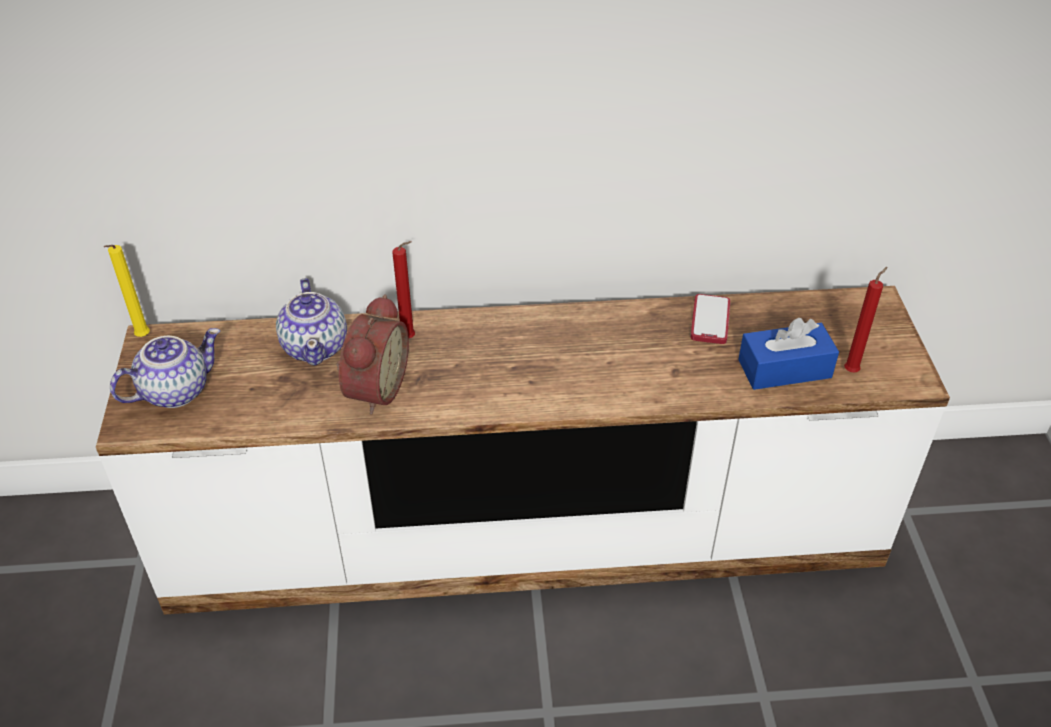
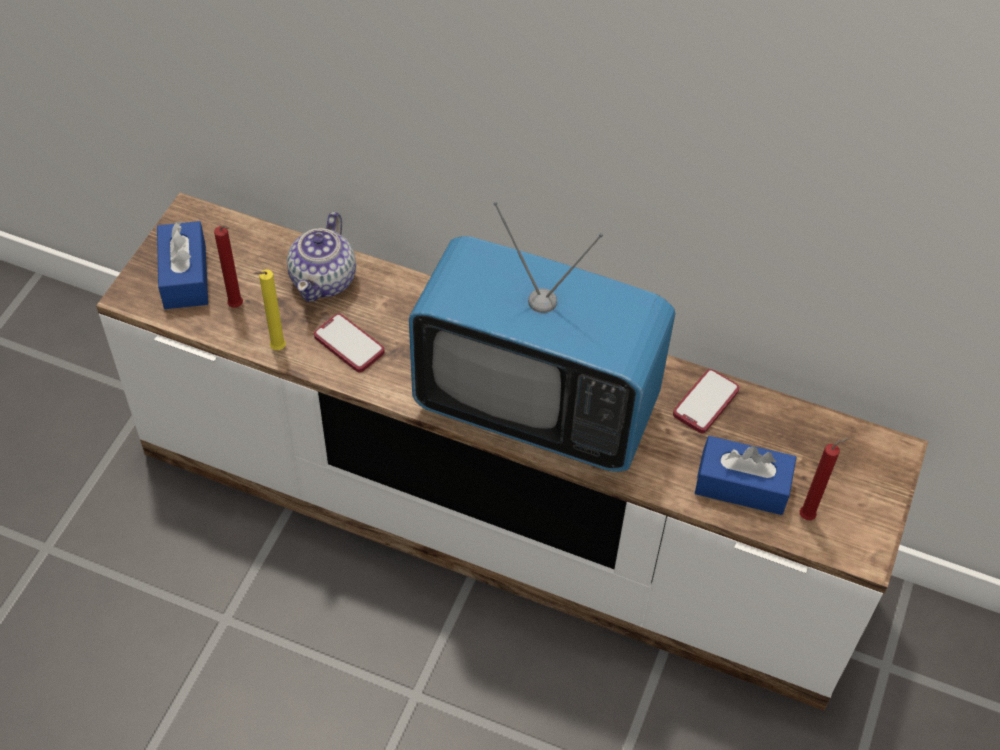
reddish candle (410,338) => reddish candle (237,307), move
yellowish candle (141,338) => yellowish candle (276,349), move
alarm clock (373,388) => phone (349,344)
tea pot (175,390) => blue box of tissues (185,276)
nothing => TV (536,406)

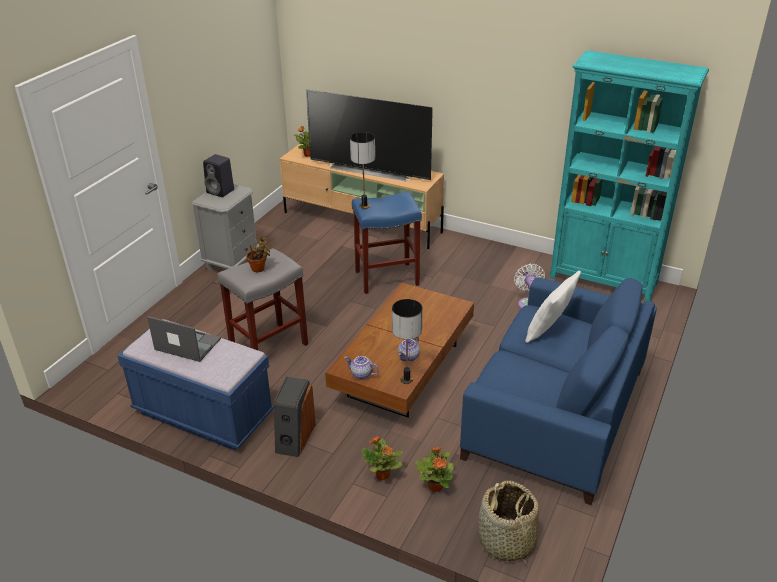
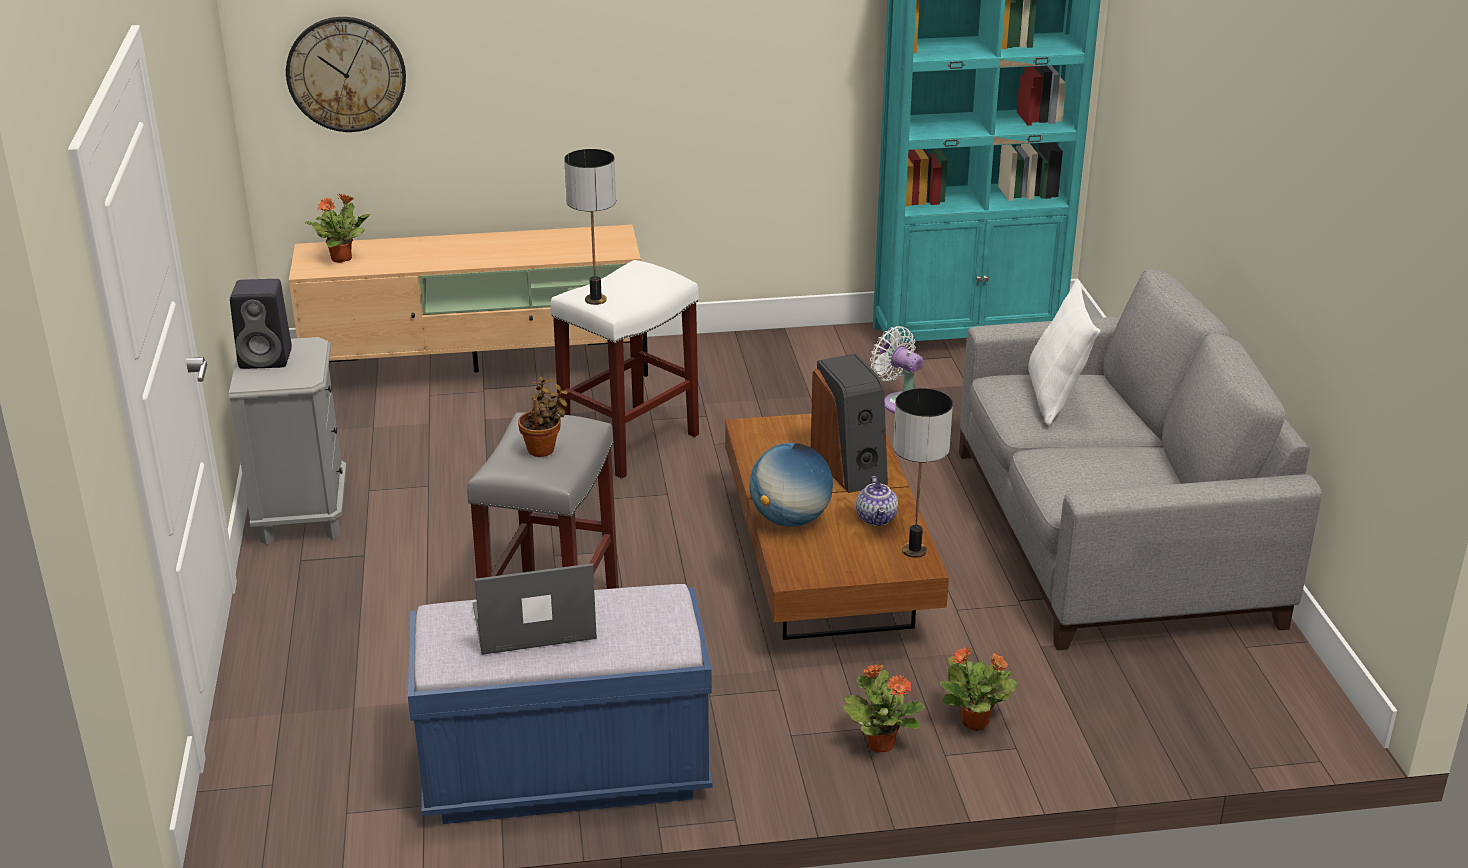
TV (371,169) => nothing
blue stool seat (387,277) => whitish stool seat (630,441)
blue sofa (554,413) => gray sofa (1109,535)
tea pot (361,374) => nothing
loudspeaker (294,437) => loudspeaker (850,467), move
potted plant (435,486) => potted plant (880,743), move
household basket (506,542) => nothing
nothing => clock on the wall (346,74)
nothing => world globe (790,520)

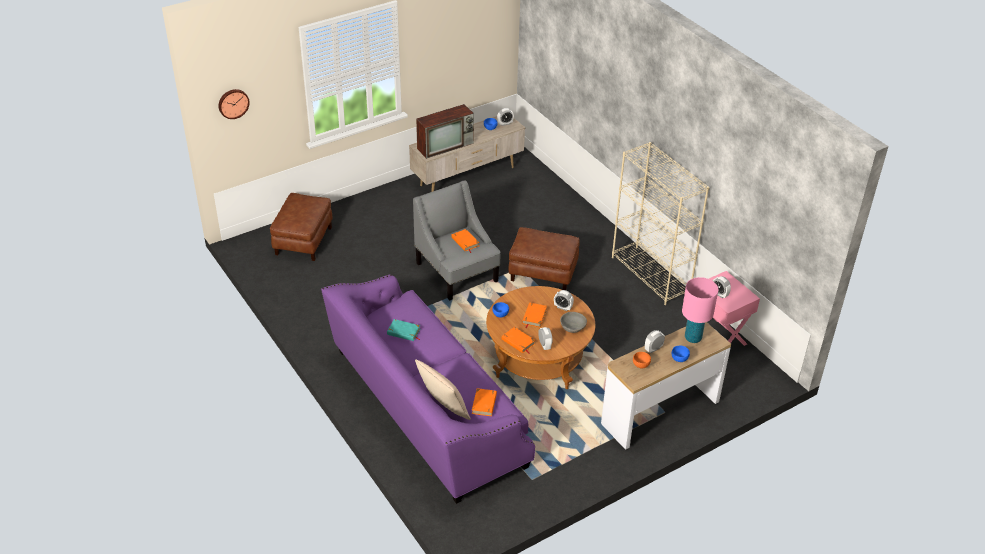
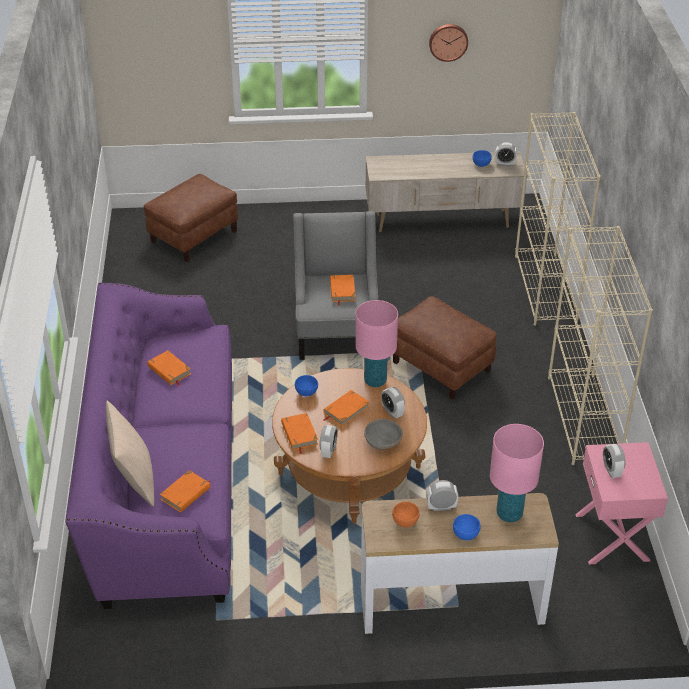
clock on the wall (233,103) => clock on the wall (448,41), move
TV (446,145) => nothing
blue-green bound book (403,332) => orange-coloured bound book (169,370)
nothing => beige bookshelf (545,289)
nothing => pink lamp for a table (375,381)

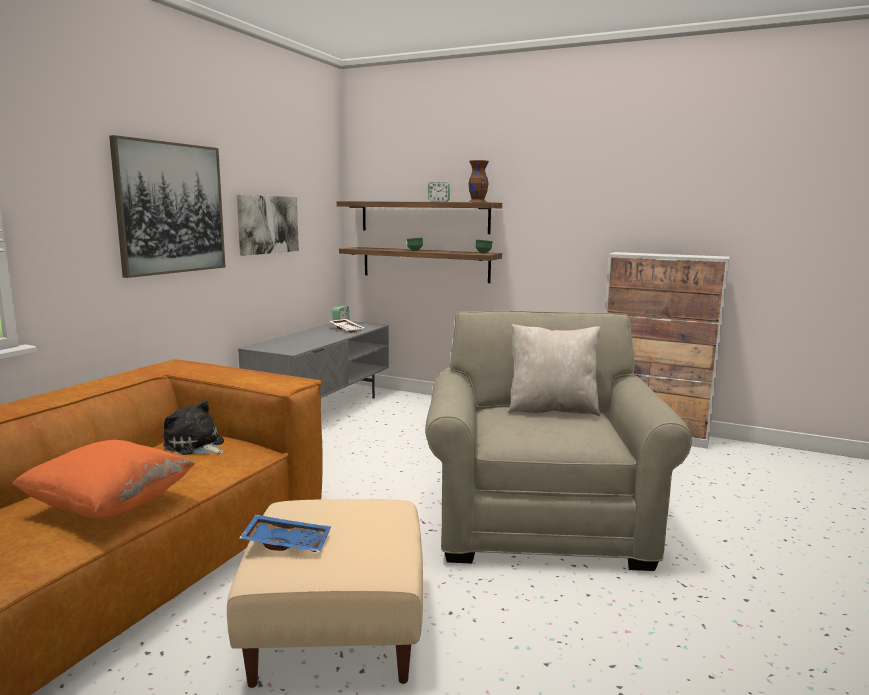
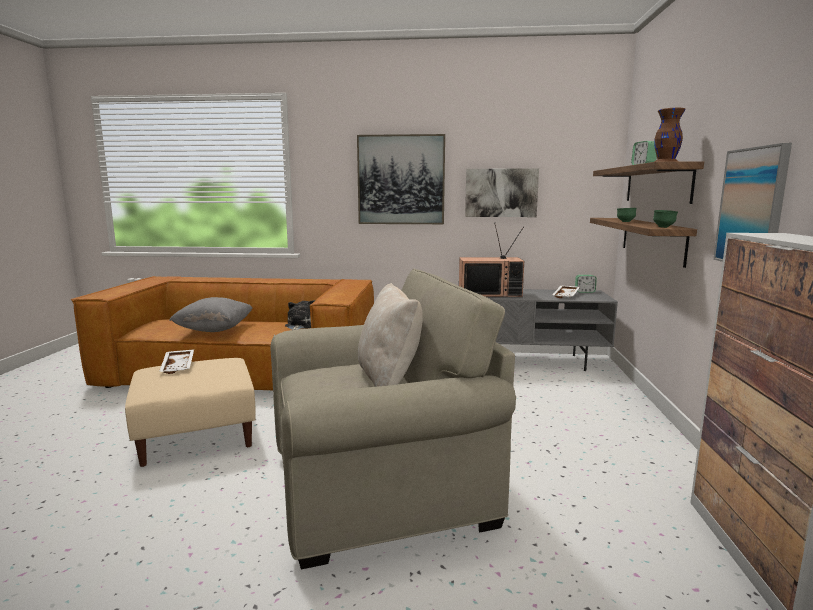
orange-coloured cushion (110,506) => gray cushion (214,330)
blue serving tray (287,542) => whitish serving tray (179,366)
nothing => picture (752,207)
nothing => TV (490,294)

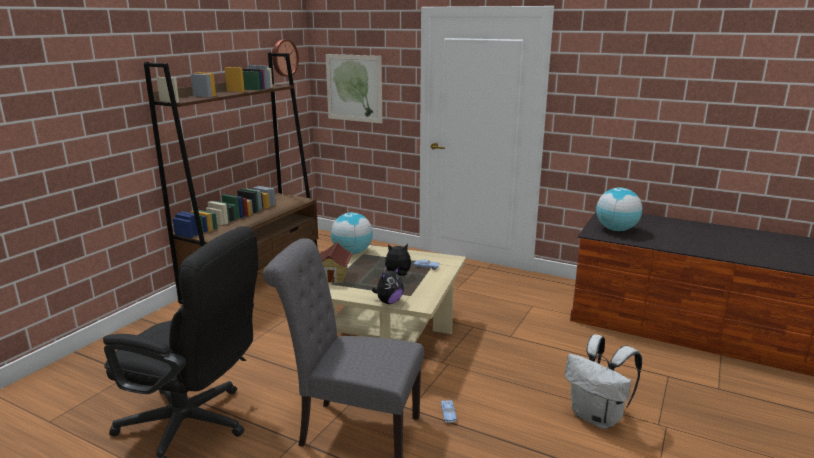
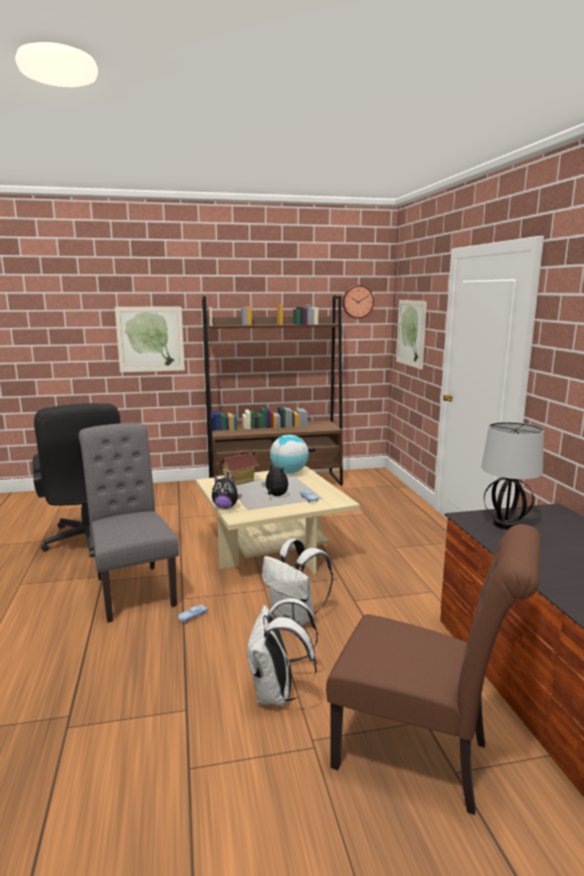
world globe (616,230) => lamp for a table (504,524)
nothing => picture (150,339)
nothing => brown upright chair (421,757)
nothing => whitish knapsack (295,618)

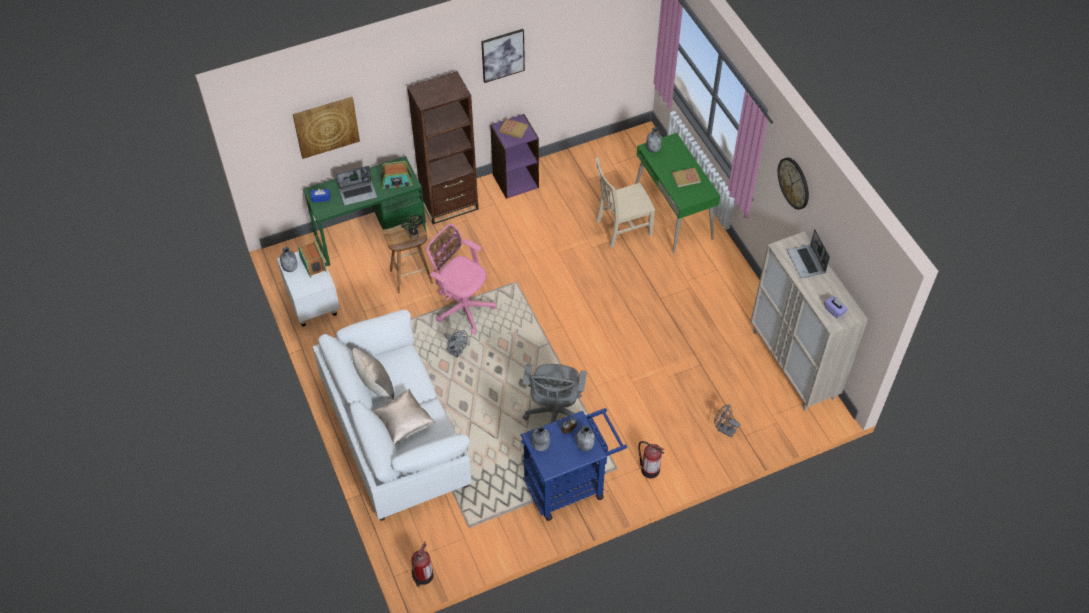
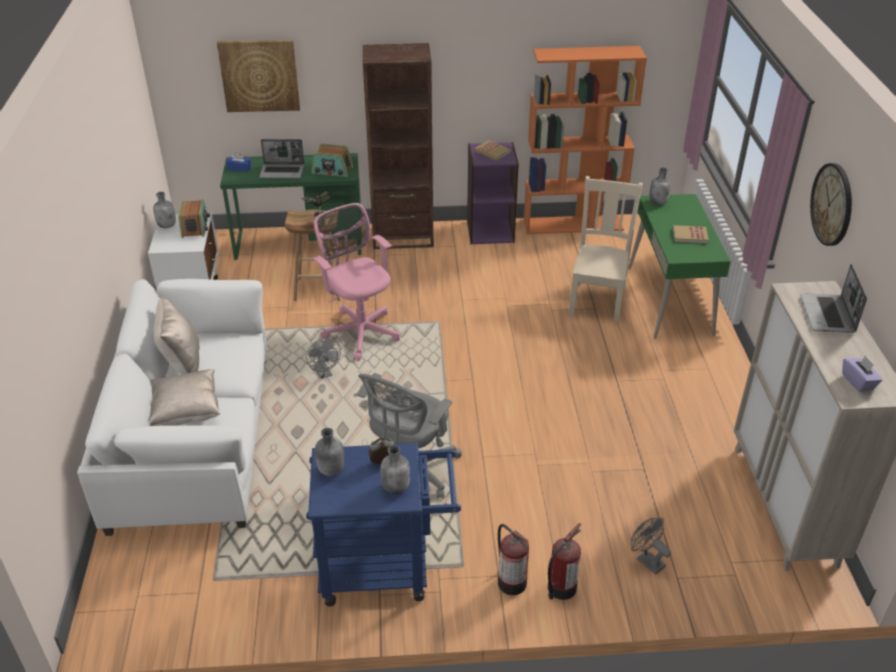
picture (502,55) => nothing
beige upright chair (622,228) => beige upright chair (598,299), 105 degrees clockwise
extinguisher (423,577) => extinguisher (560,588), move
nothing => orange-coloured bookshelf (573,224)

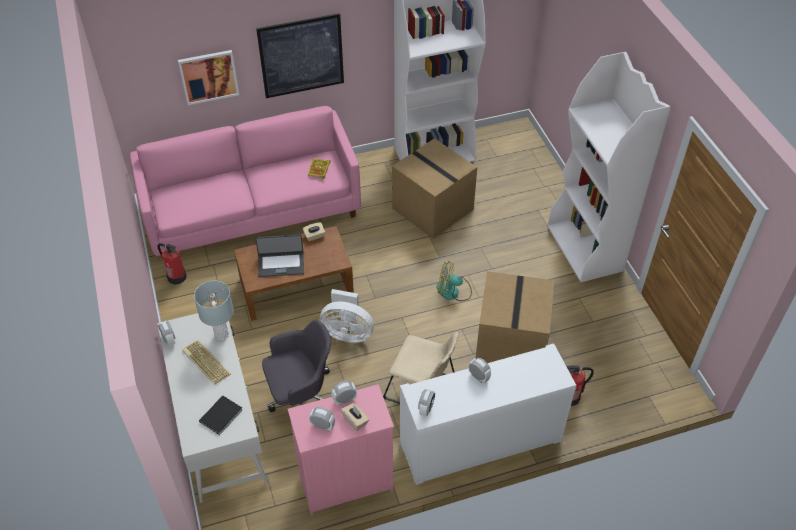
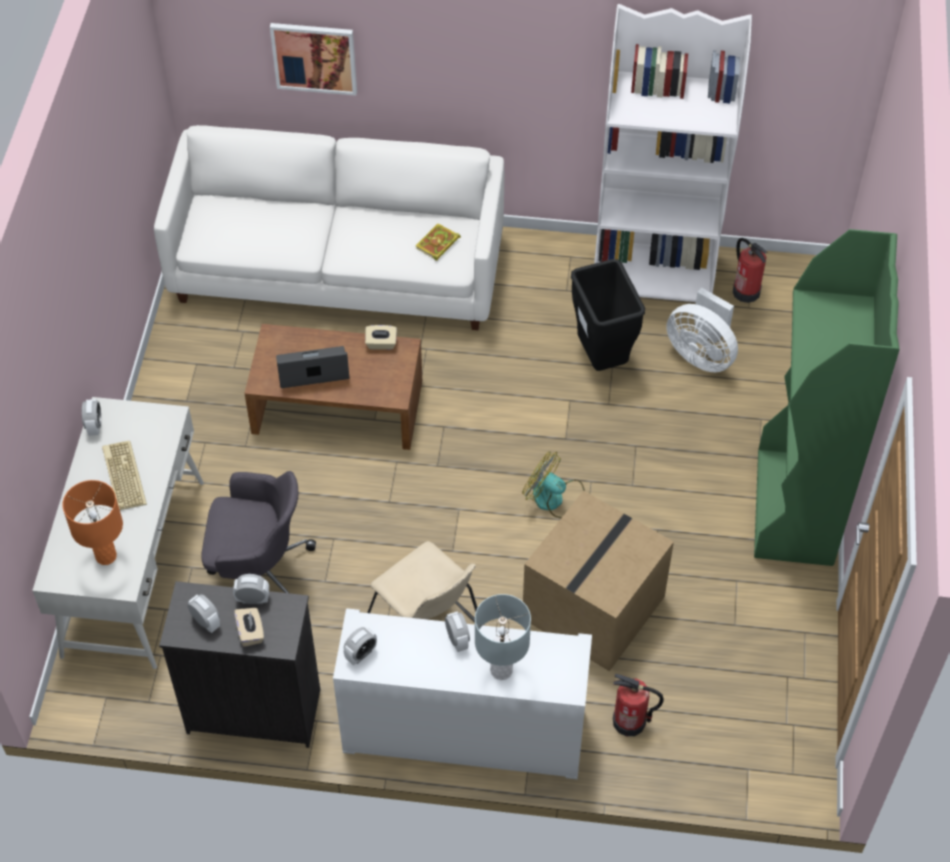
picture (301,56) => nothing
whitish bookshelf (585,249) => green bookshelf (795,508)
pink sofa (252,210) => whitish sofa (338,268)
carton (434,209) => black waste bin (602,359)
laptop (281,264) => laptop (312,369), 150 degrees clockwise
extinguisher (176,276) => extinguisher (746,291), move
gray lamp for a table (222,335) => gray lamp for a table (501,670), move
whitish fan (347,332) => whitish fan (701,354), move
pink chest of drawers (345,483) => black chest of drawers (252,710)
black bound book (222,415) => orange-coloured lamp for a table (106,556)

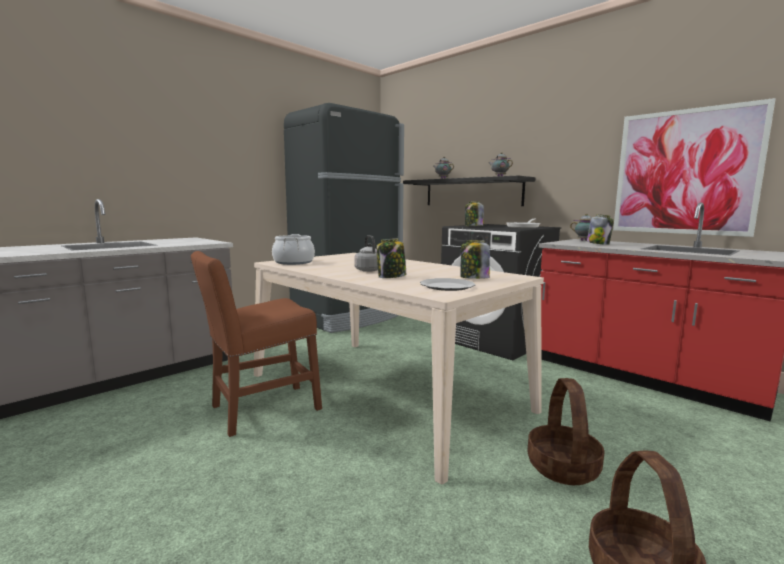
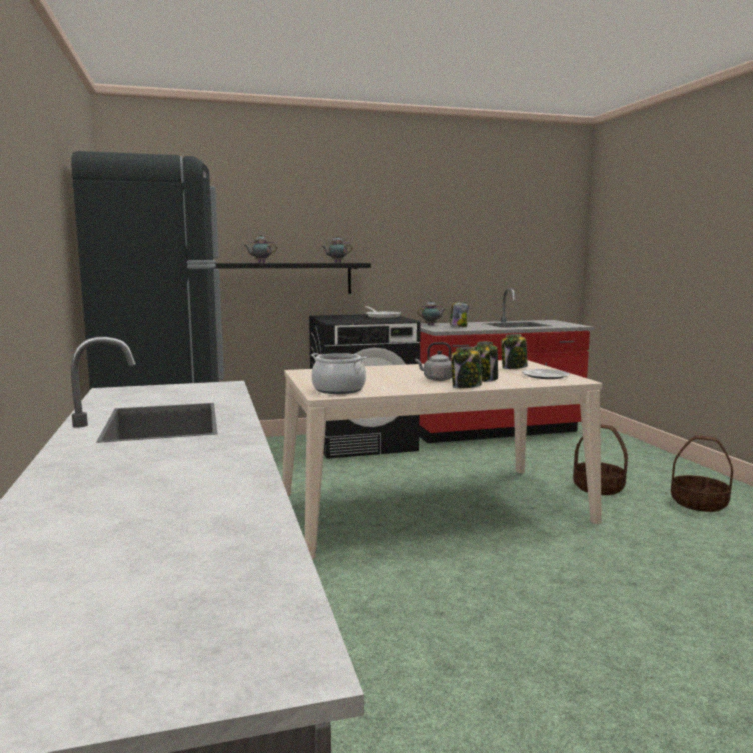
picture (684,172) => nothing
jar (473,226) => jar (466,387), move
brown upright chair (260,410) => nothing

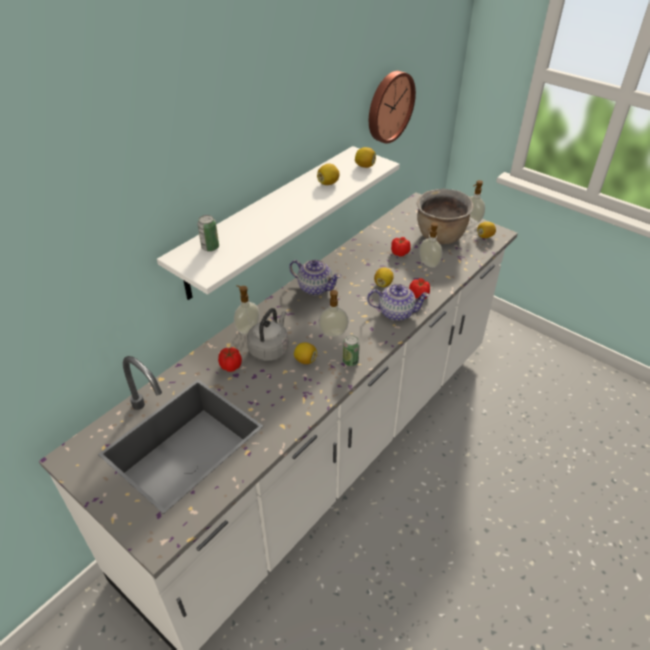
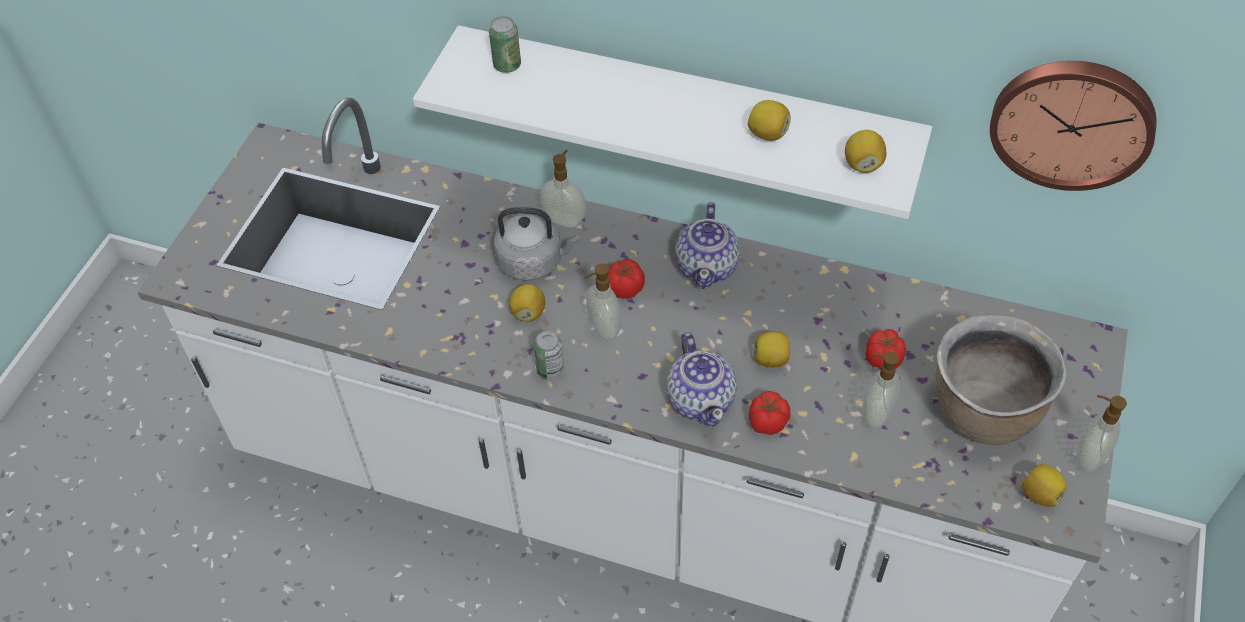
whole tomato (231,366) => whole tomato (624,289), move

